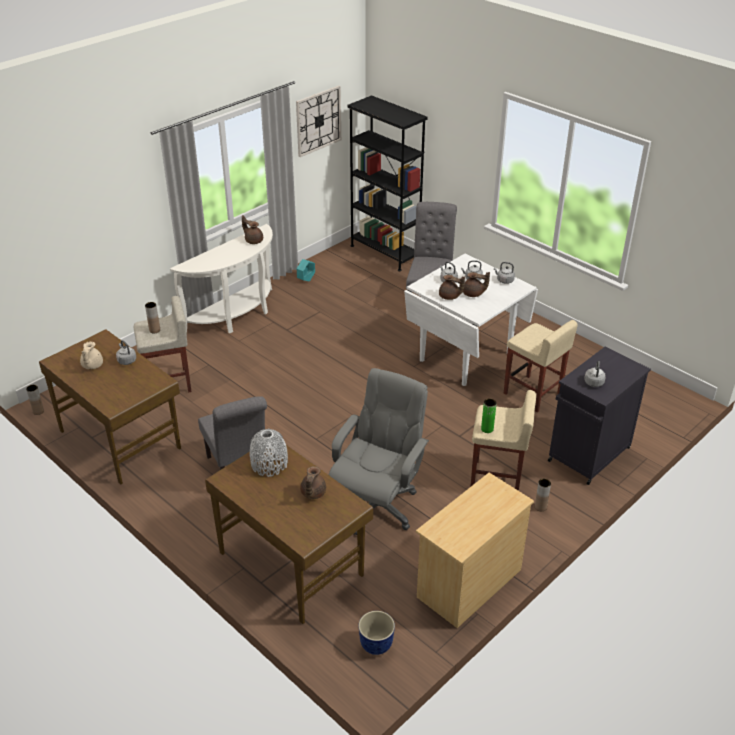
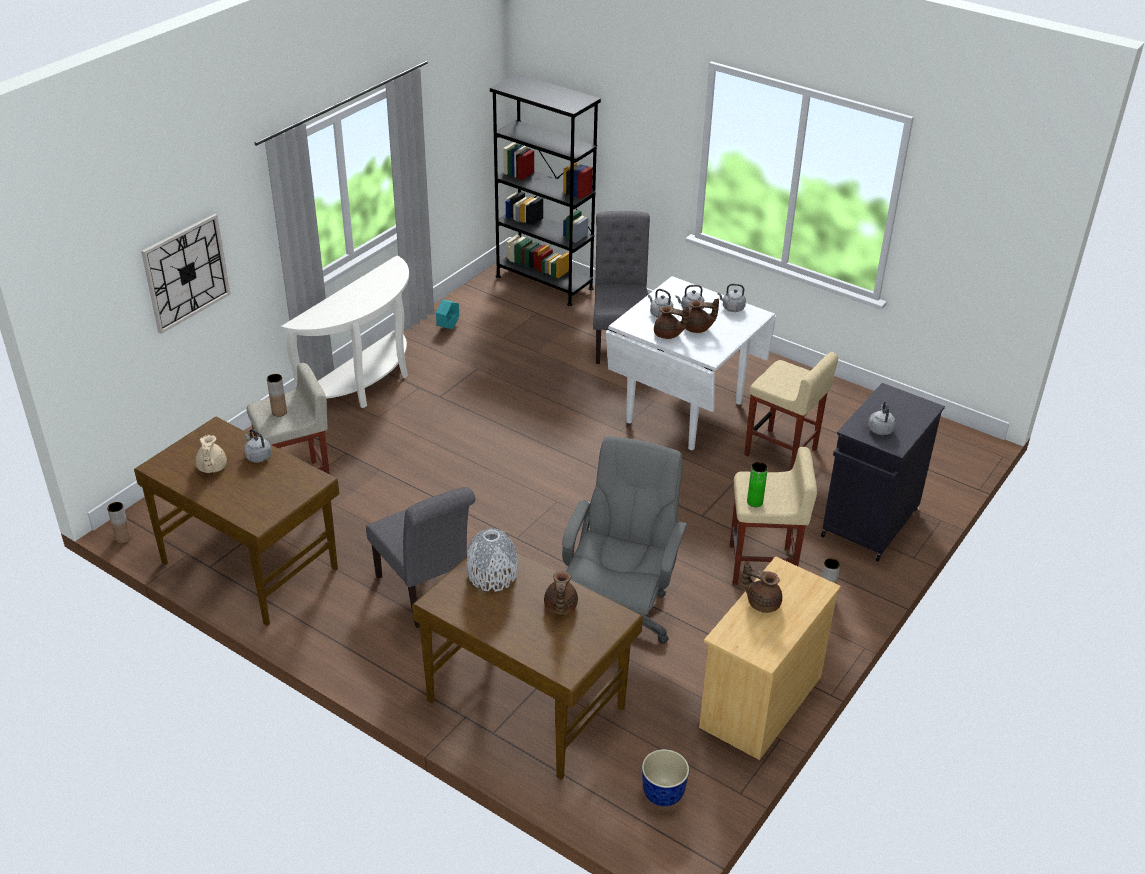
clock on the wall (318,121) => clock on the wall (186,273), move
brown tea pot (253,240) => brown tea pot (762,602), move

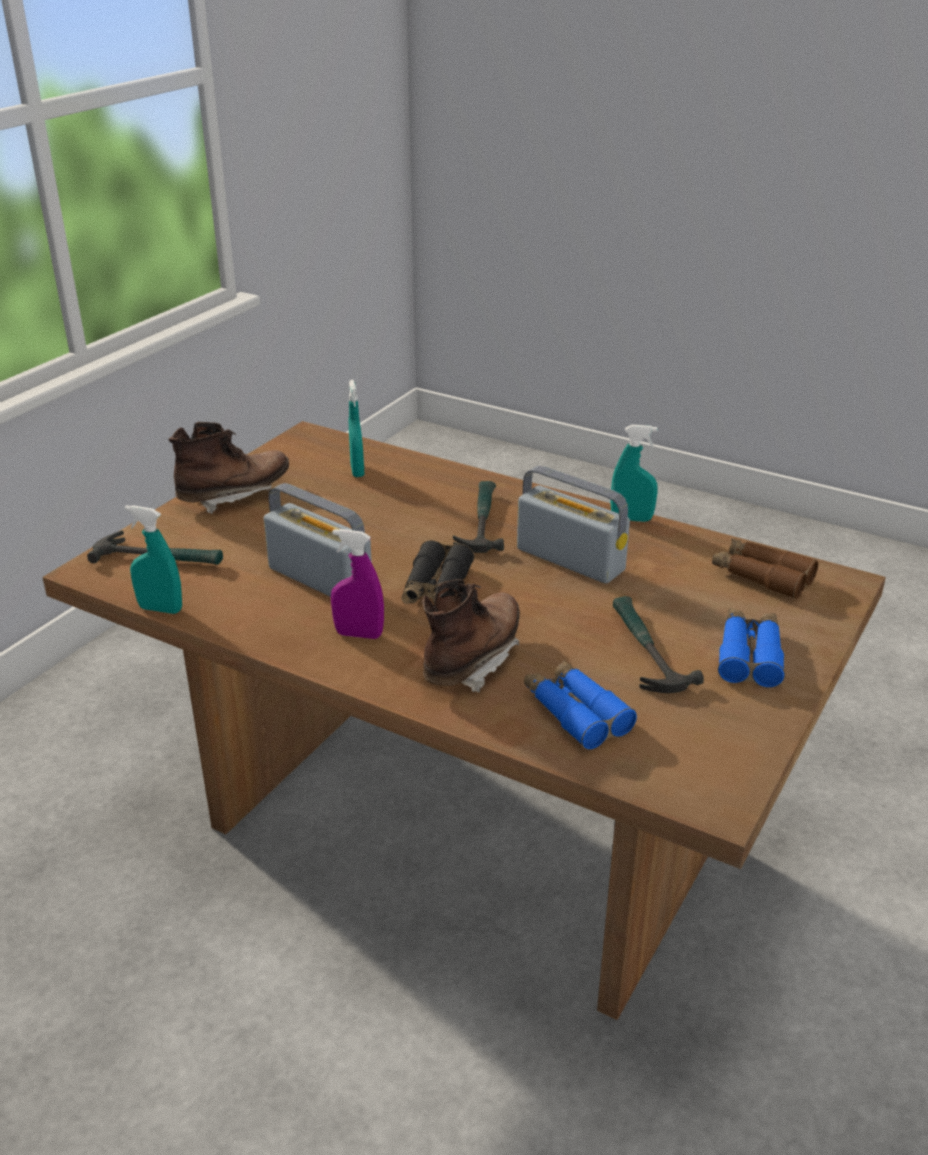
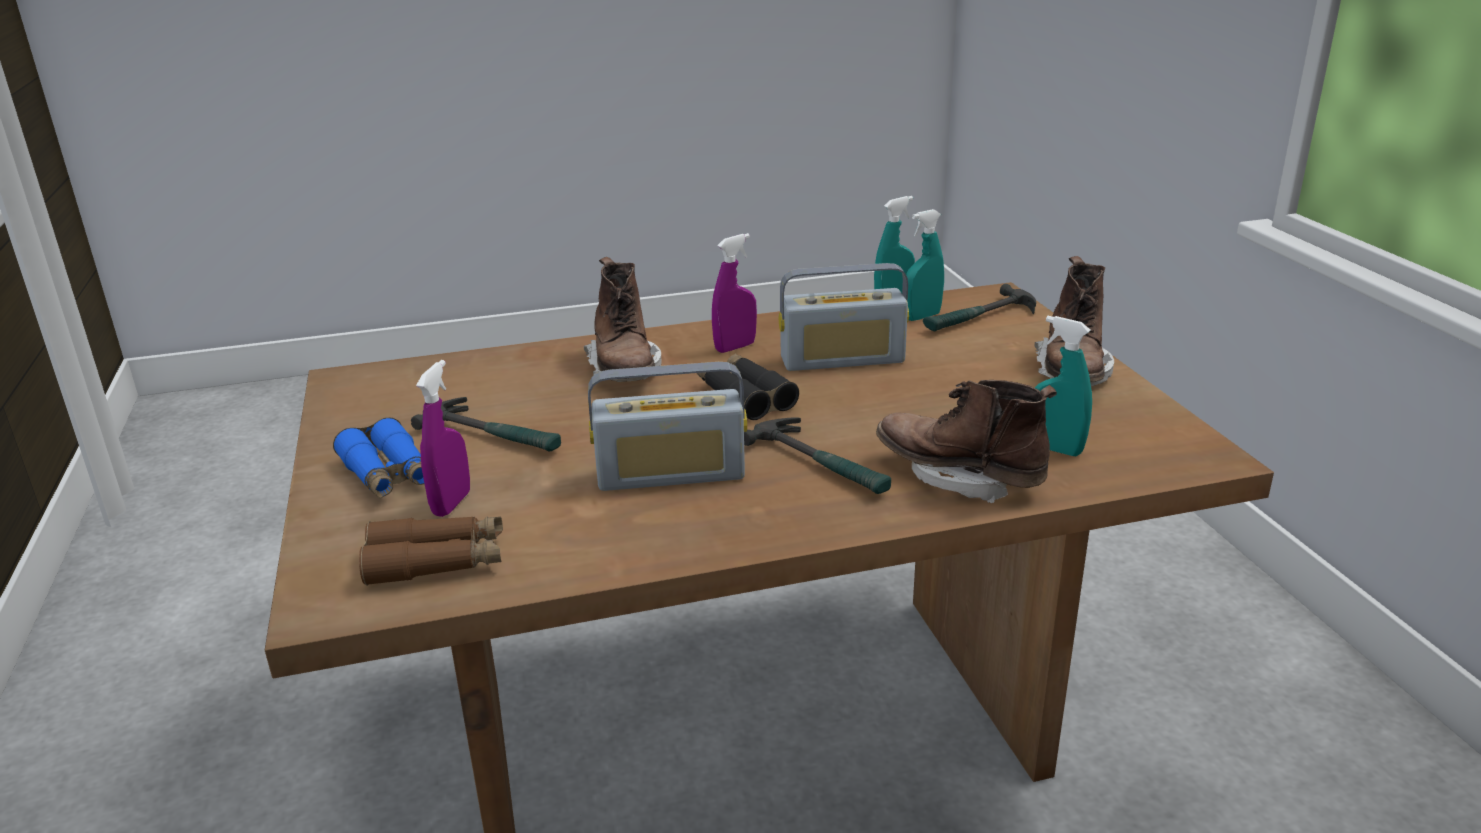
blue-green spray bottle (631,519) => blue-green spray bottle (921,317), move
blue binoculars (575,712) => nothing
nothing => purple spray bottle (451,503)
nothing => brown tall boot (959,477)

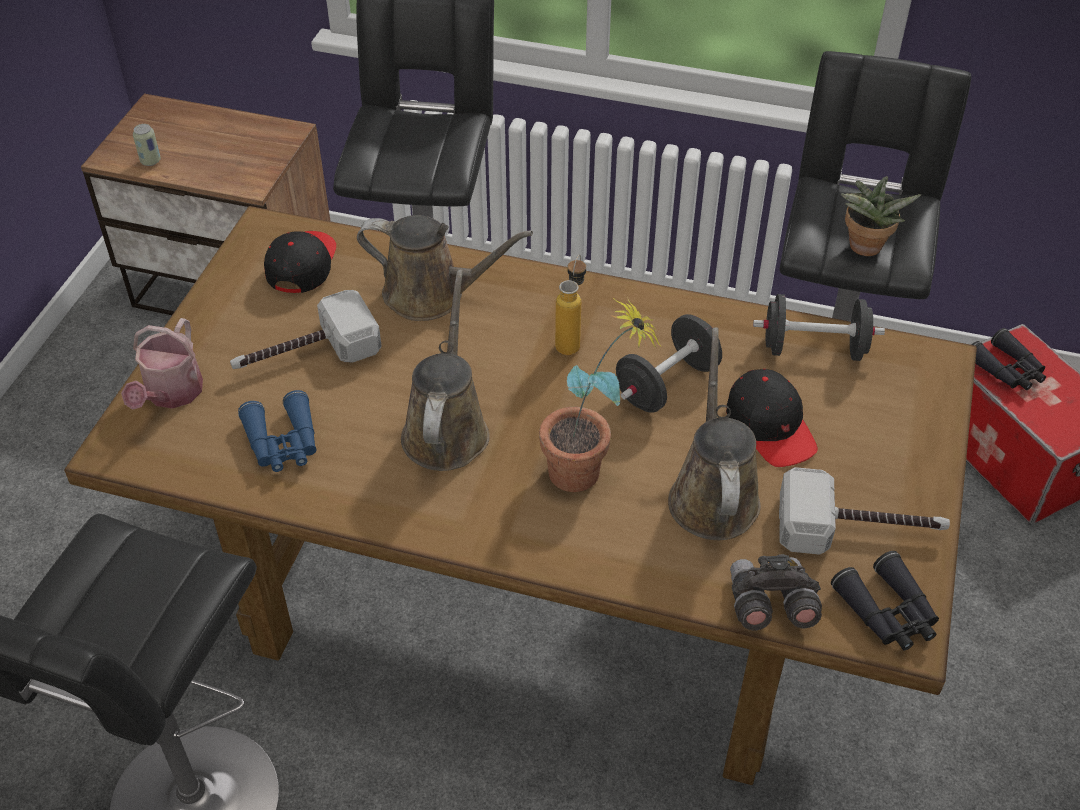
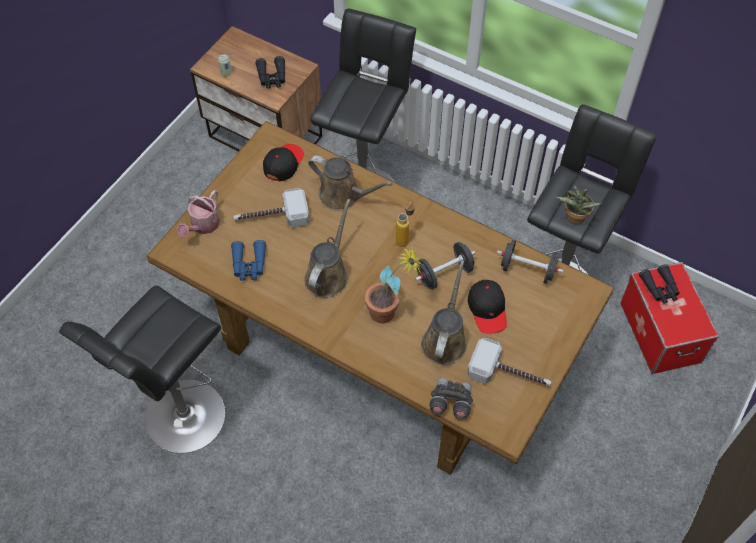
black binoculars (888,613) => black binoculars (272,77), move

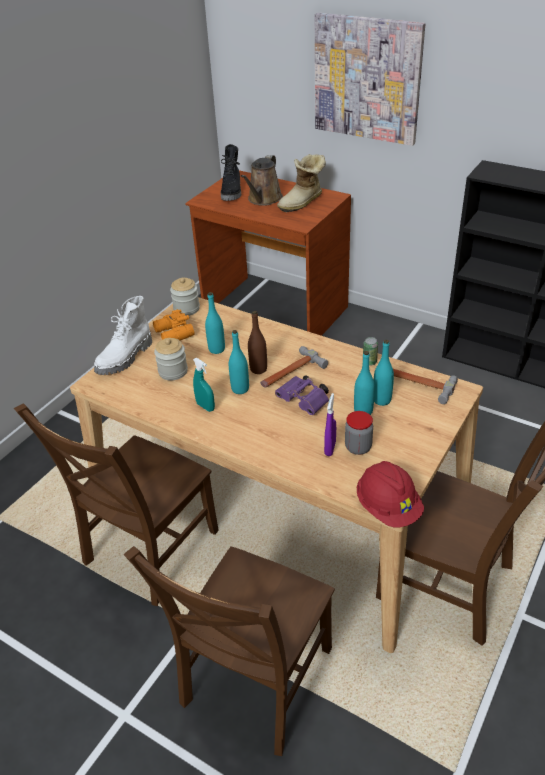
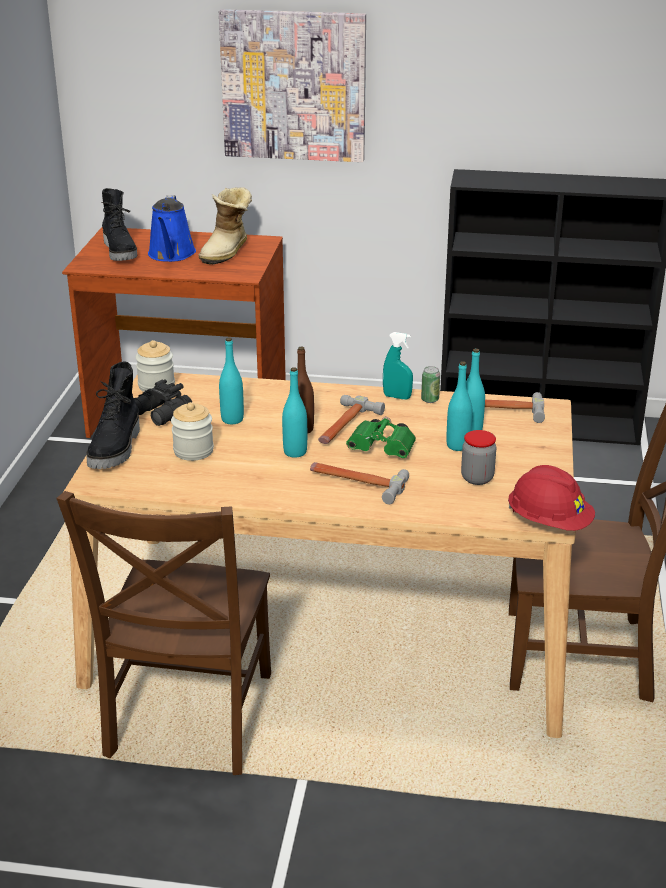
brown watering pot (263,199) => blue watering pot (171,255)
whitish tall boot (126,358) => black tall boot (116,449)
orange-coloured binoculars (173,334) => black binoculars (161,414)
blue-green spray bottle (205,406) => blue-green spray bottle (397,397), move
purple binoculars (305,402) => green binoculars (384,450)
purple spray bottle (330,448) => nothing
brown upright chair (254,681) => nothing
nothing => hammer (356,482)

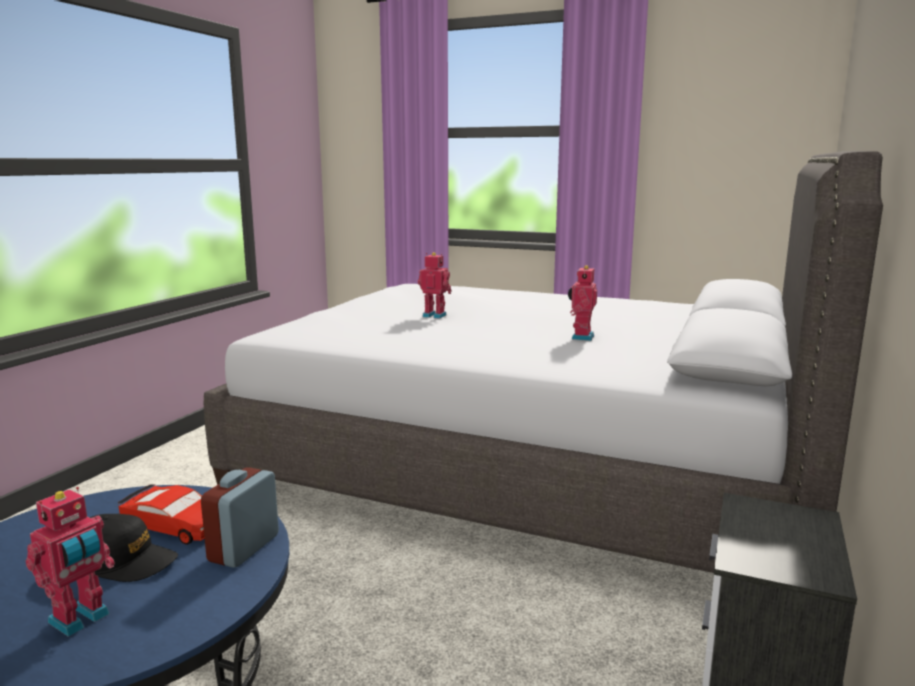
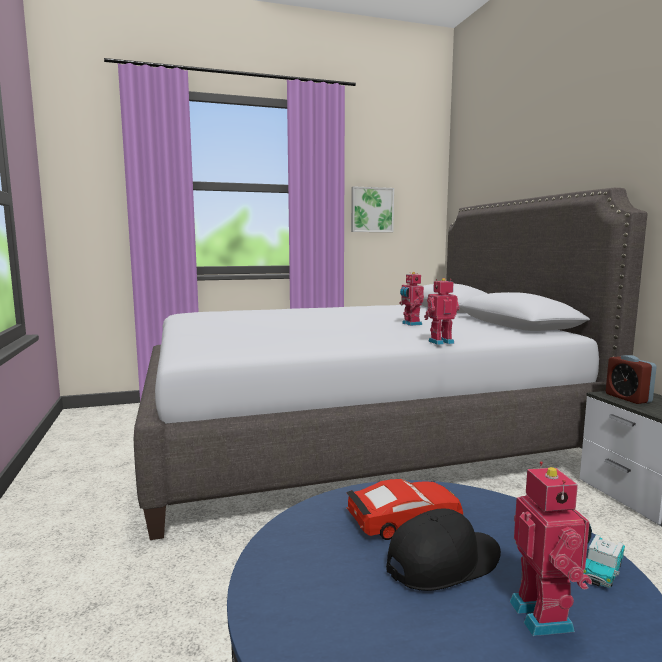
robot figure (435,315) => robot figure (440,342), move
alarm clock (244,548) => alarm clock (628,398), move
nothing => picture (371,210)
nothing => model car (602,570)

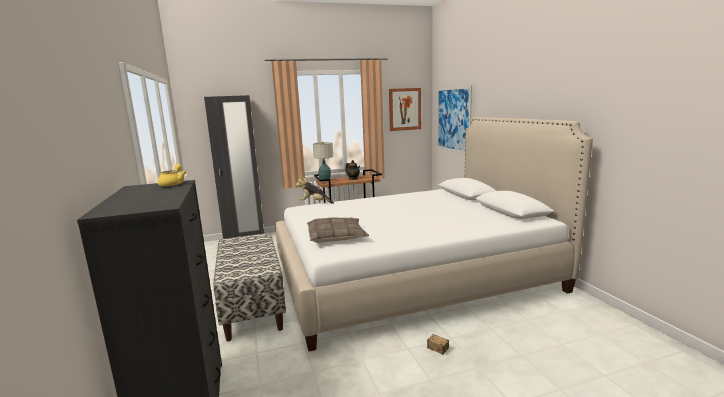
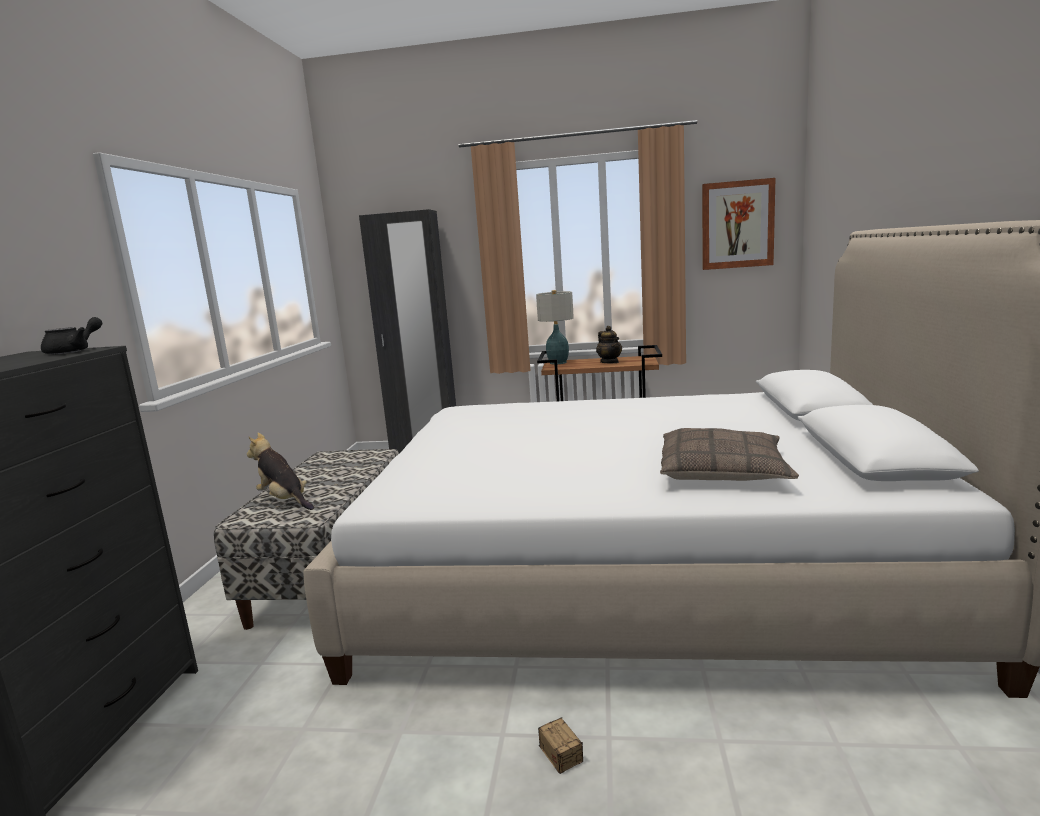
picture (453,119) => nothing
yellowish tea pot (173,184) => black tea pot (74,351)
soft toy (314,203) => soft toy (284,501), move
cushion (336,237) => cushion (723,471), move

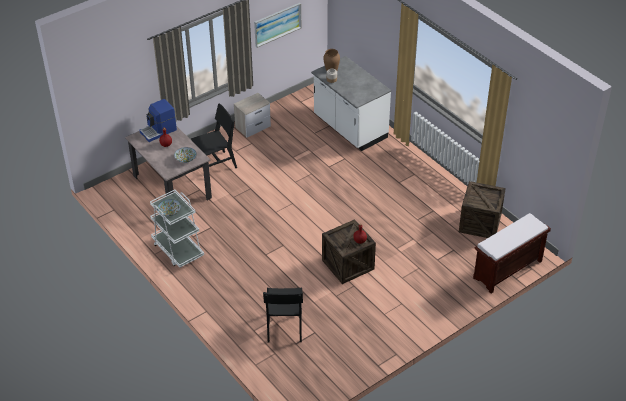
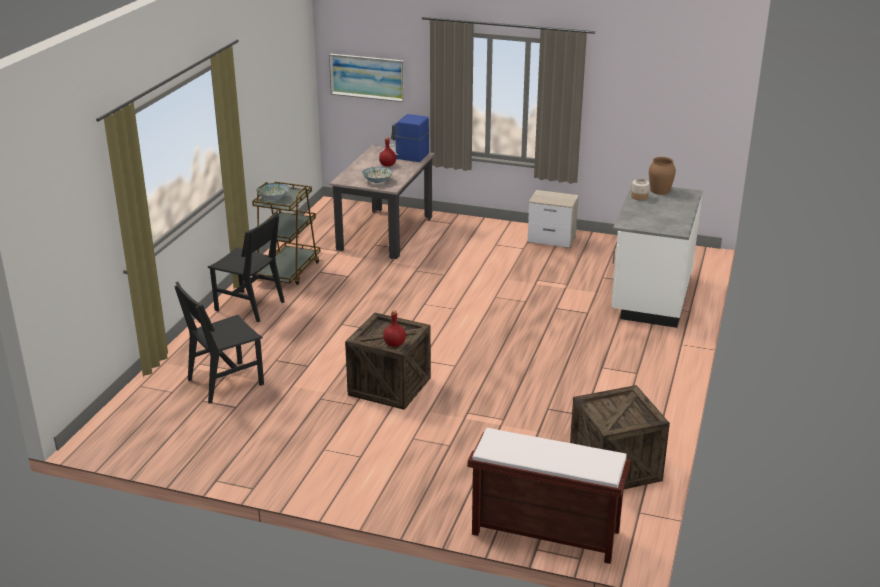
picture (277,24) => picture (367,77), move
black upright chair (216,165) => black upright chair (249,306), move
whitish trolley (178,250) => brown trolley (288,271)

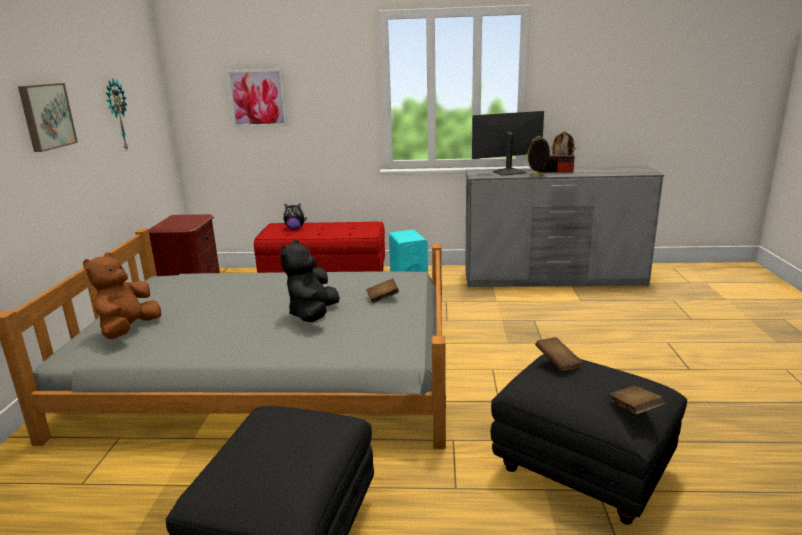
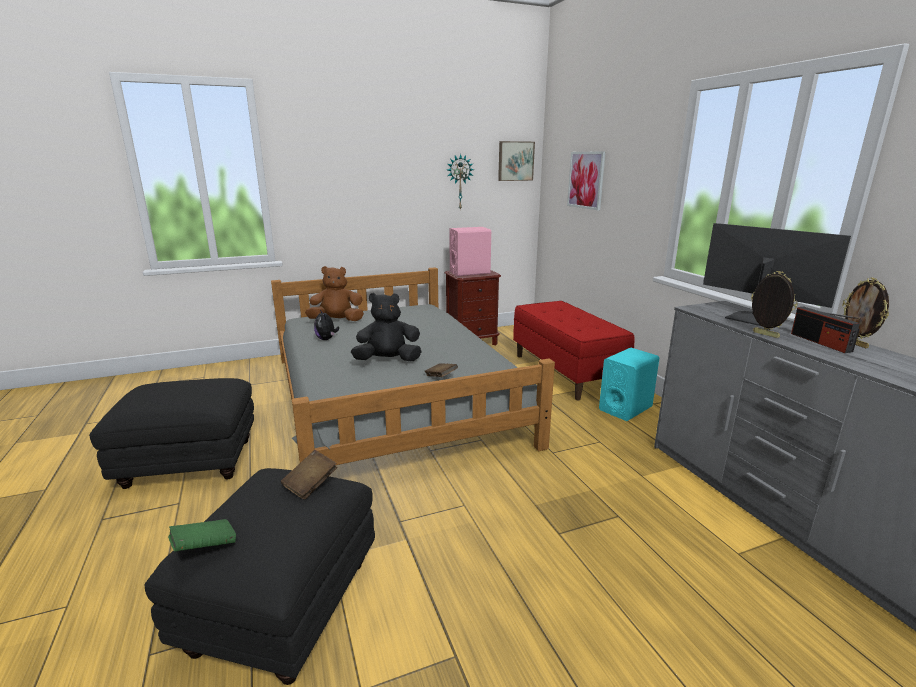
picture (46,116) => picture (515,161), move
soft toy (295,228) => soft toy (327,339), move
brown bound book (634,410) => green bound book (204,547)
nothing => pink loudspeaker (470,272)

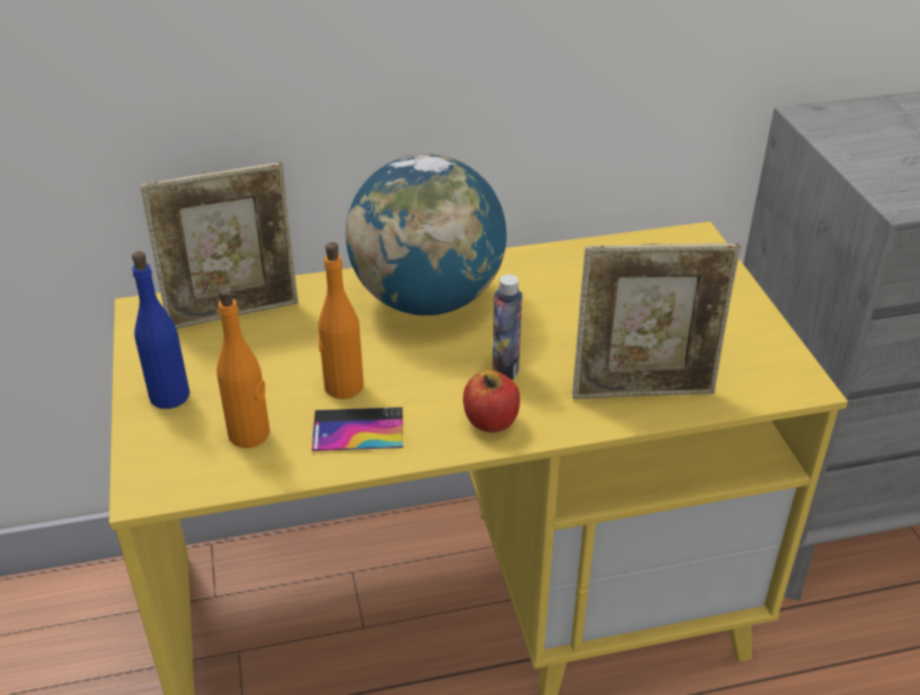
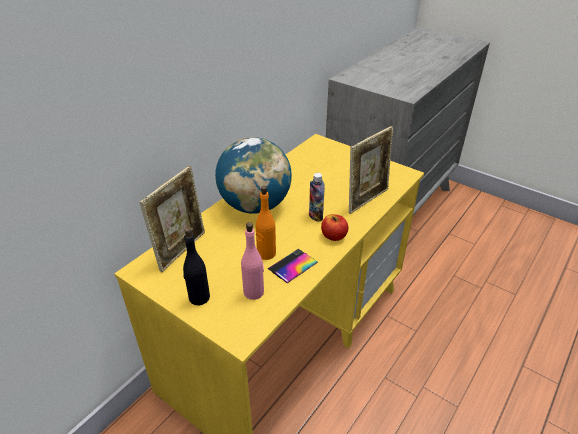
blue bottle (169,396) => black bottle (199,297)
orange-coloured bottle (249,434) => pink bottle (254,292)

